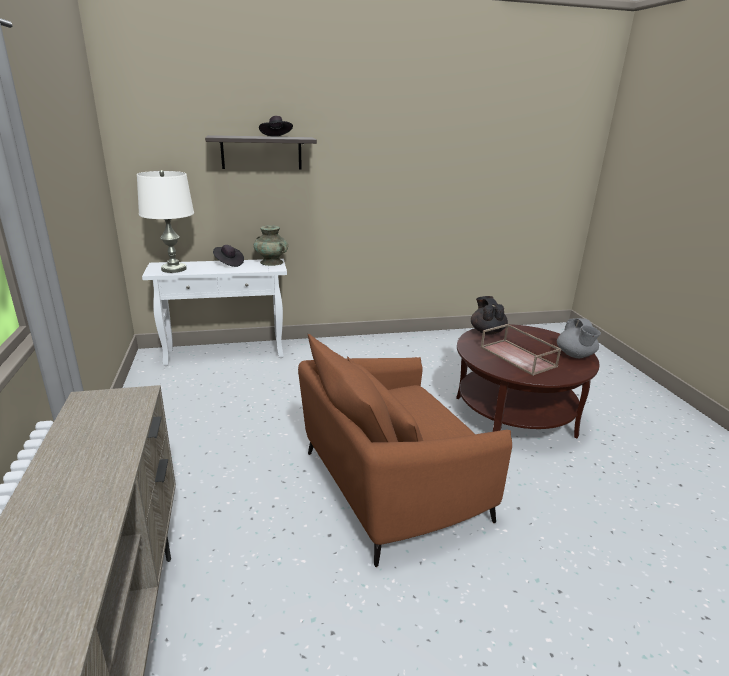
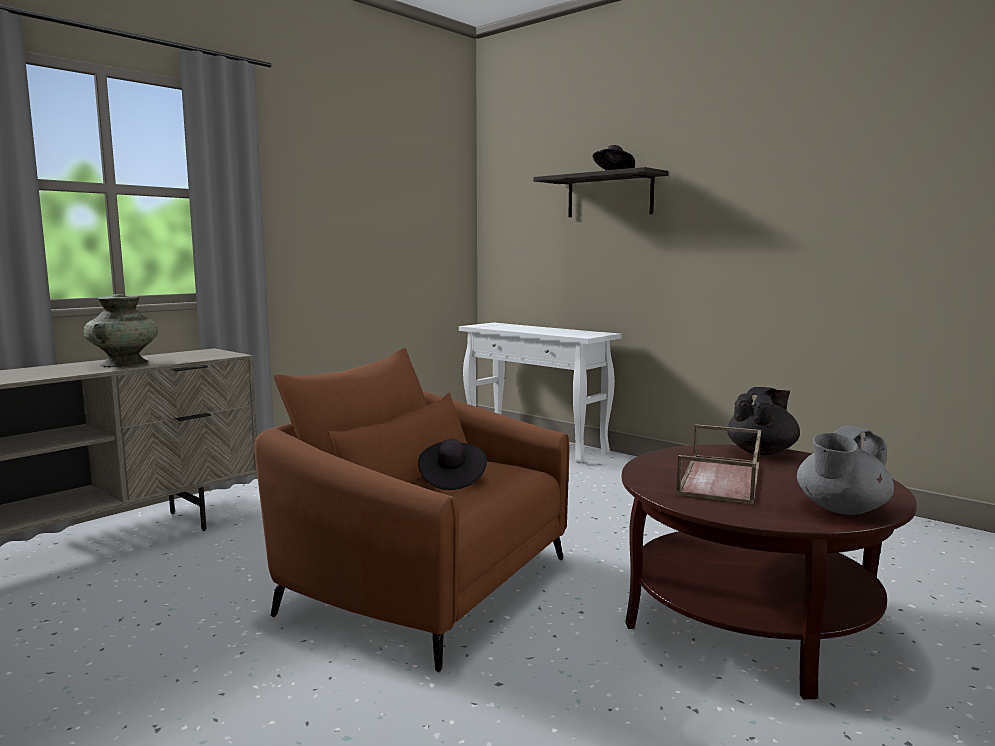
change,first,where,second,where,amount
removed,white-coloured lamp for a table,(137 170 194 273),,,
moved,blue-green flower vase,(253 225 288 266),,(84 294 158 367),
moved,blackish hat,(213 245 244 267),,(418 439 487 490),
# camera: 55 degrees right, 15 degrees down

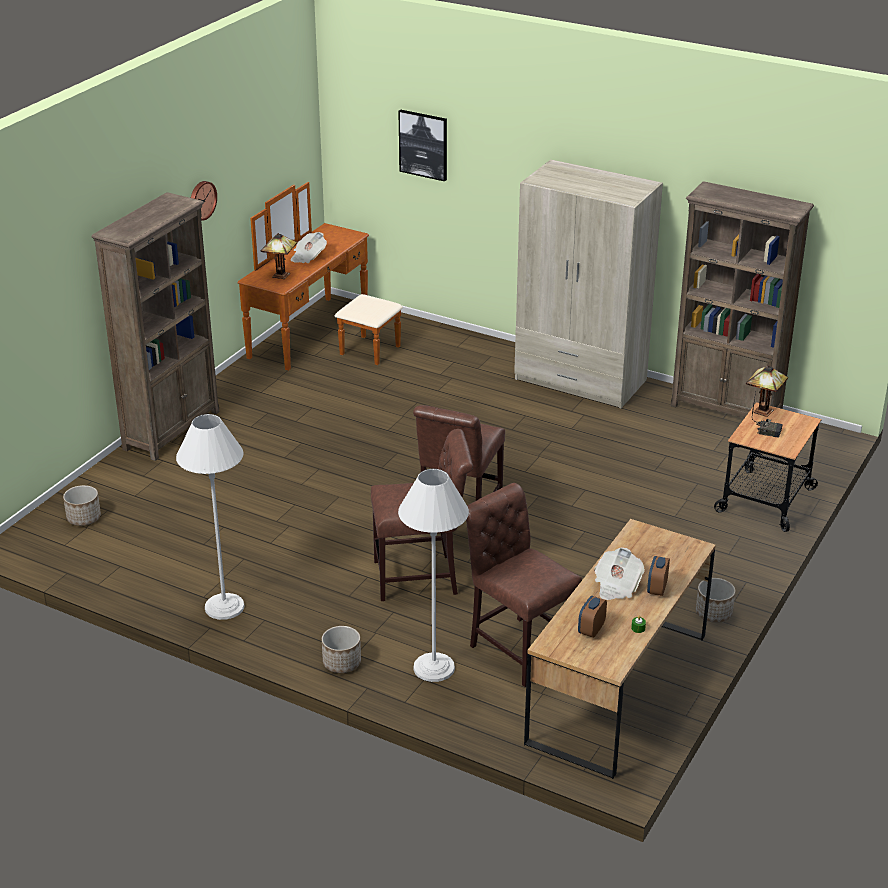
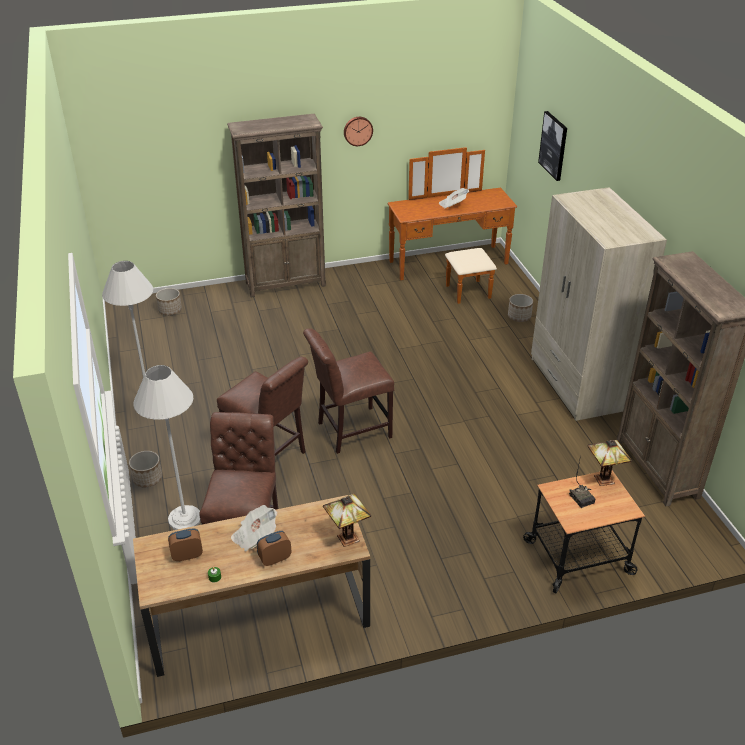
change,first,where,second,where,amount
moved,lamp for a table,(261 233 297 279),,(323 493 371 547),
moved,flower pot,(696 578 735 623),,(508 294 533 322),
# camera: 45 degrees right, 5 degrees up

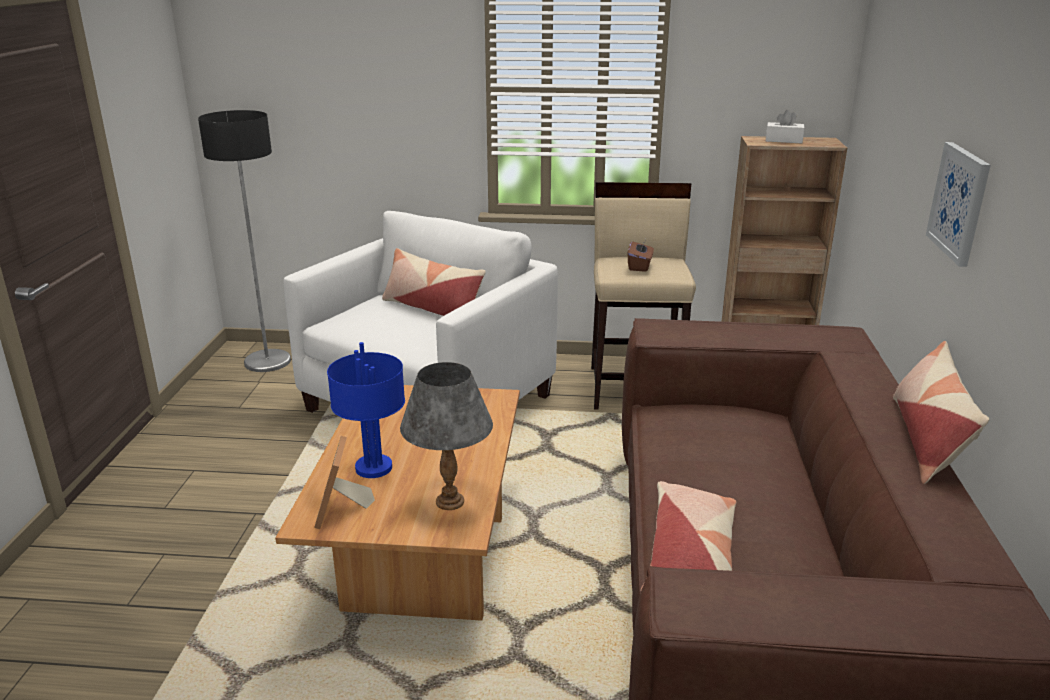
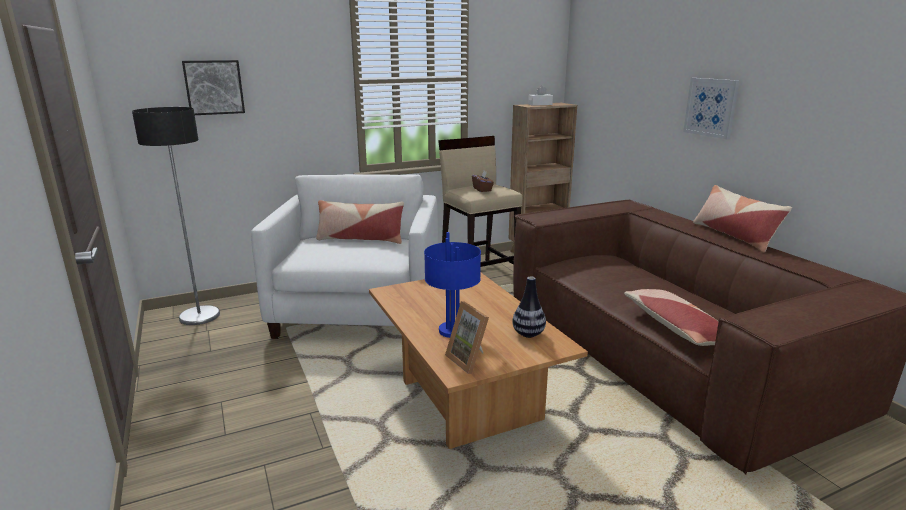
change,first,where,second,where,amount
replaced,greyish lamp for a table,(400 362 493 510),flower vase,(512 276 546 338),
added,,,wall picture,(182 60 245 115),
# camera: 30 degrees left, 5 degrees down

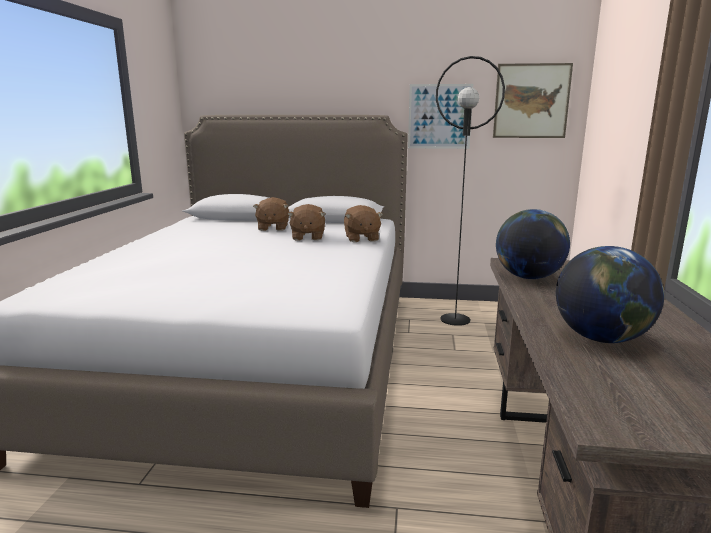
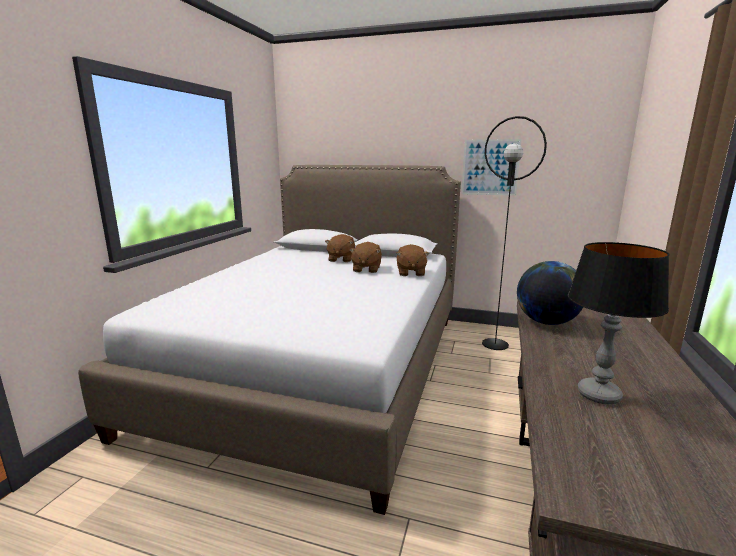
change,first,where,second,where,amount
removed,wall picture,(493 63 573 138),,,
replaced,world globe,(556 246 664 343),lamp for a table,(568 242 669 404),
# camera: 10 degrees right, 0 degrees up

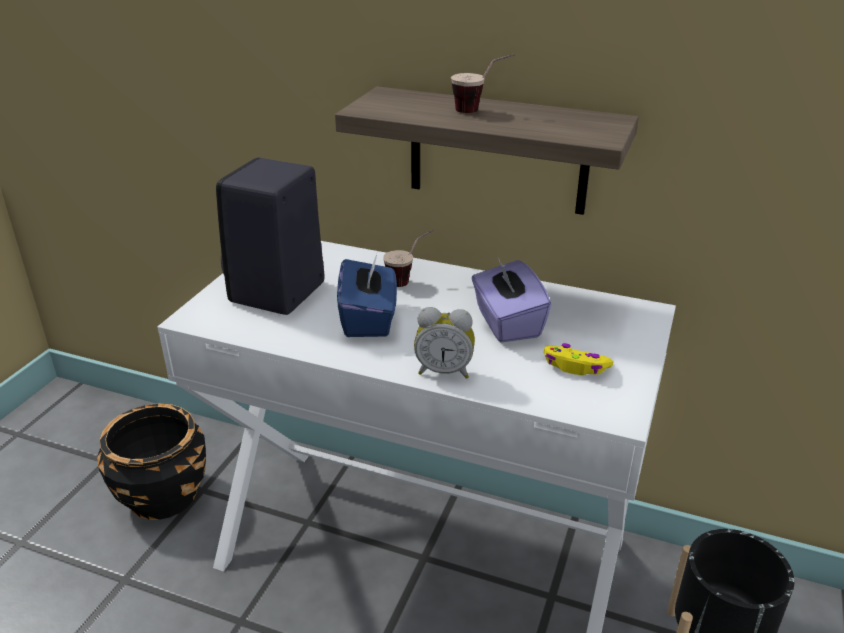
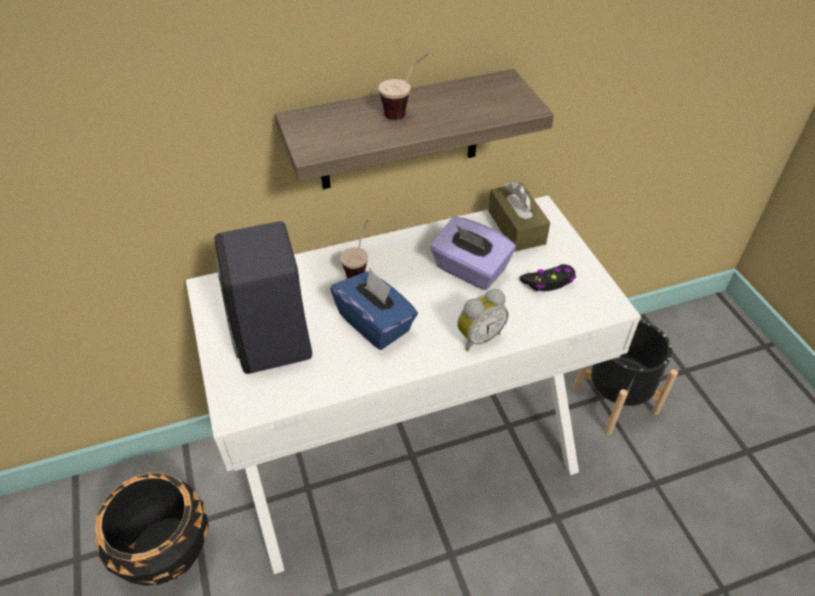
change,first,where,second,where,amount
recoloured,yellowish gamepad,(544 343 614 375),blackish gamepad,(519 264 576 291),
added,,,brown-coloured tissue holder,(488 182 550 252),
# camera: 40 degrees left, 15 degrees up

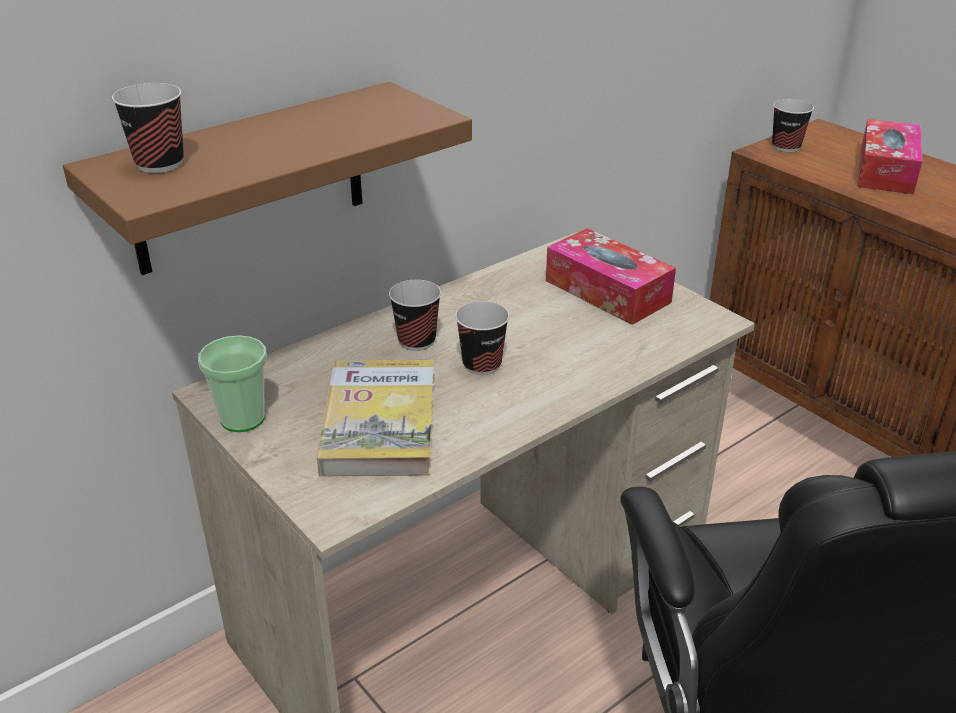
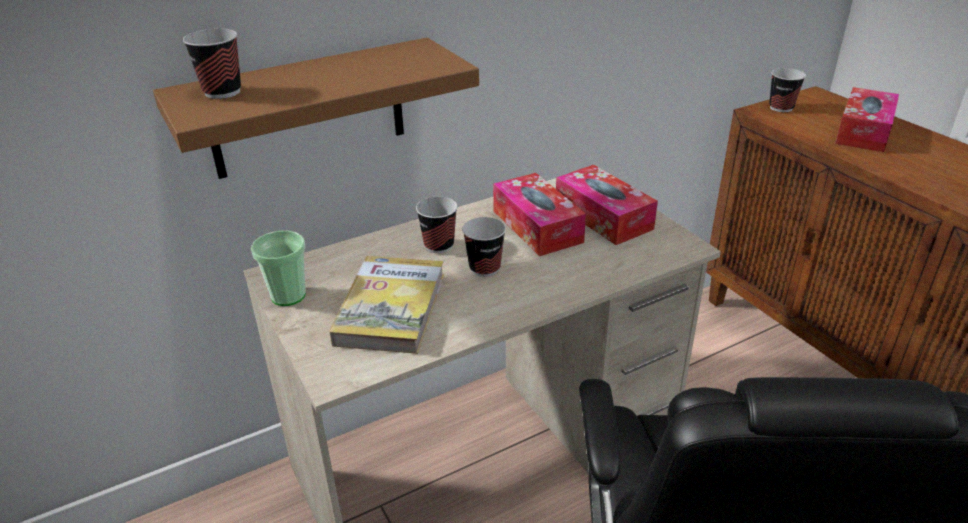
change,first,where,second,where,amount
added,,,tissue holder,(493 173 586 256),
# camera: 10 degrees right, 0 degrees up

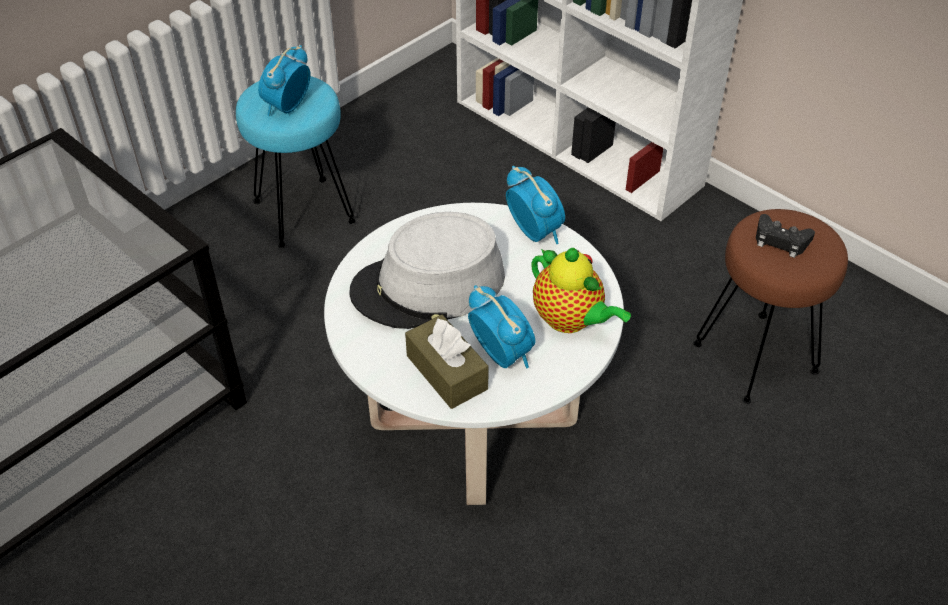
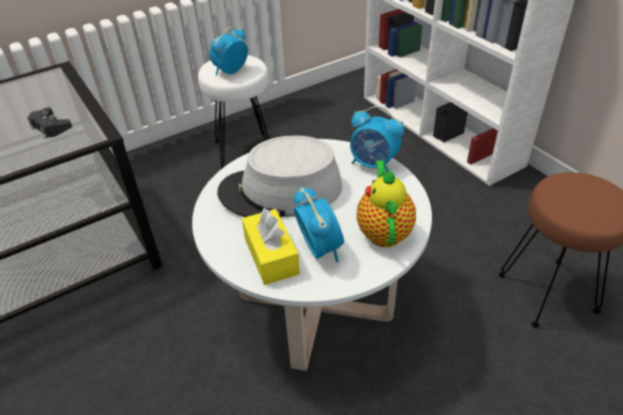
change,first,where,second,where,amount
recoloured,blue-green sitting stool,(236 76 356 248),white-coloured sitting stool,(198 55 269 170),
turned,table clock,(506 166 565 244),,(350 106 404 172),135 degrees clockwise
moved,blackish gamepad,(756 214 815 258),,(27 107 72 139),
turned,tea pot,(531 248 631 333),,(357 160 416 247),150 degrees counterclockwise
recoloured,brown-coloured tissue holder,(405 315 489 409),yellowish tissue holder,(242 208 300 285),
# camera: 15 degrees right, 5 degrees down

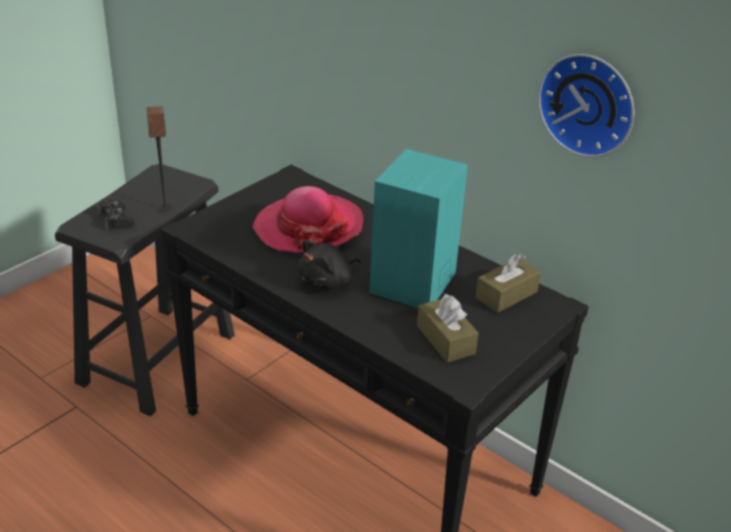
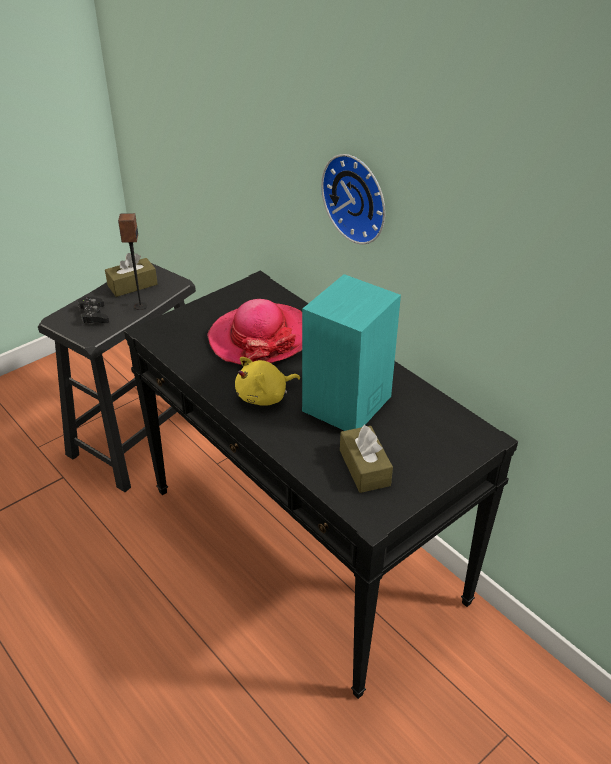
change,first,where,second,where,amount
moved,hanging clock,(538 54 634 157),,(321 154 385 244),
recoloured,blackish soft toy,(298 240 361 289),yellowish soft toy,(235 357 300 406),
moved,brown-coloured tissue holder,(475 254 541 313),,(105 253 158 297),
# camera: 10 degrees right, 5 degrees up

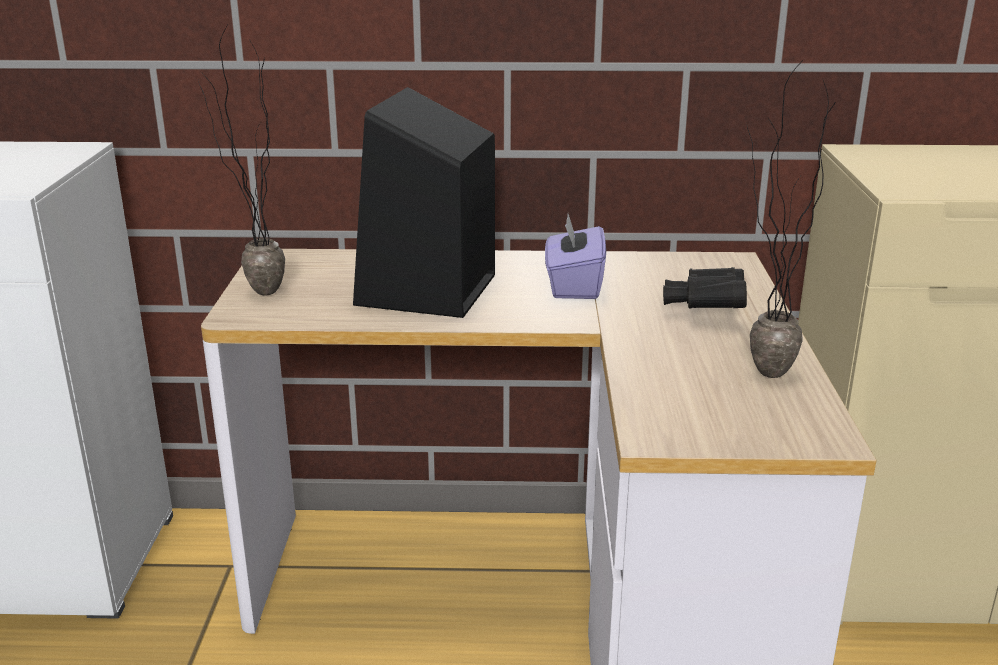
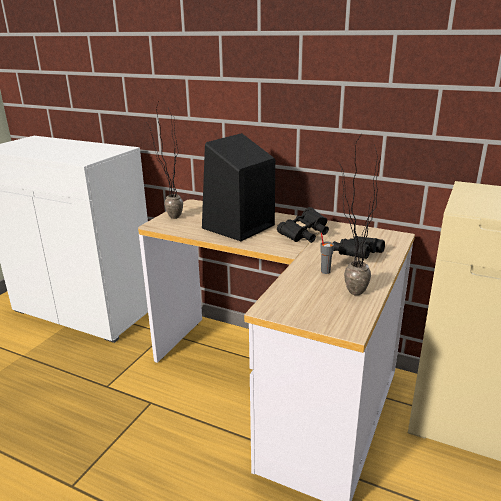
change,first,where,second,where,amount
replaced,purplish tissue holder,(545 214 606 299),blackish field glasses,(277 207 329 243),
added,,,greyish small cup,(321 233 334 274),
# camera: 25 degrees right, 0 degrees up

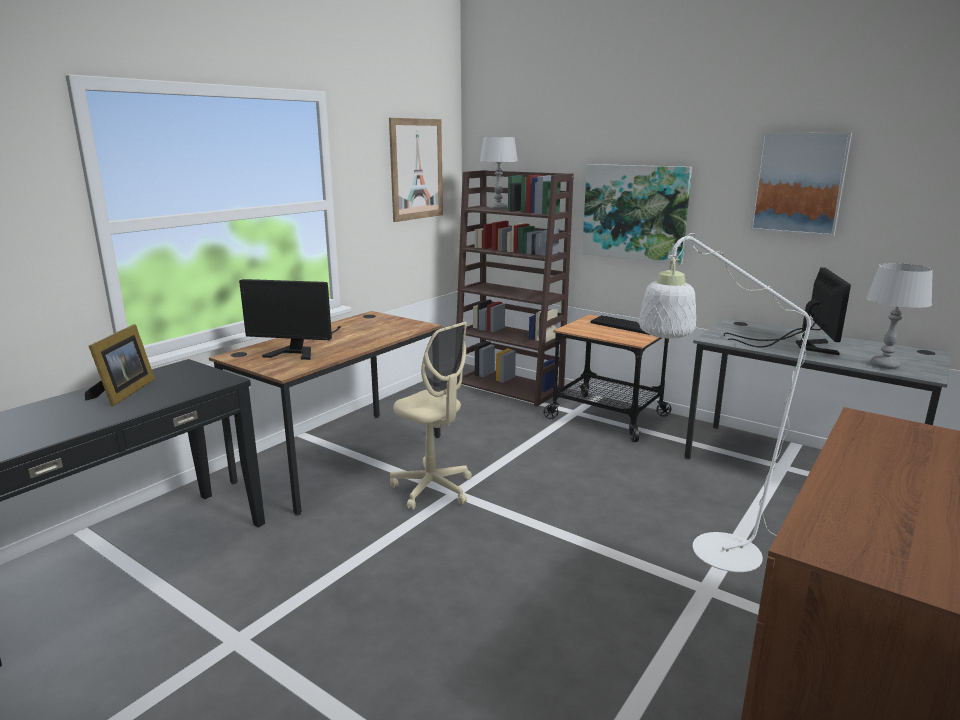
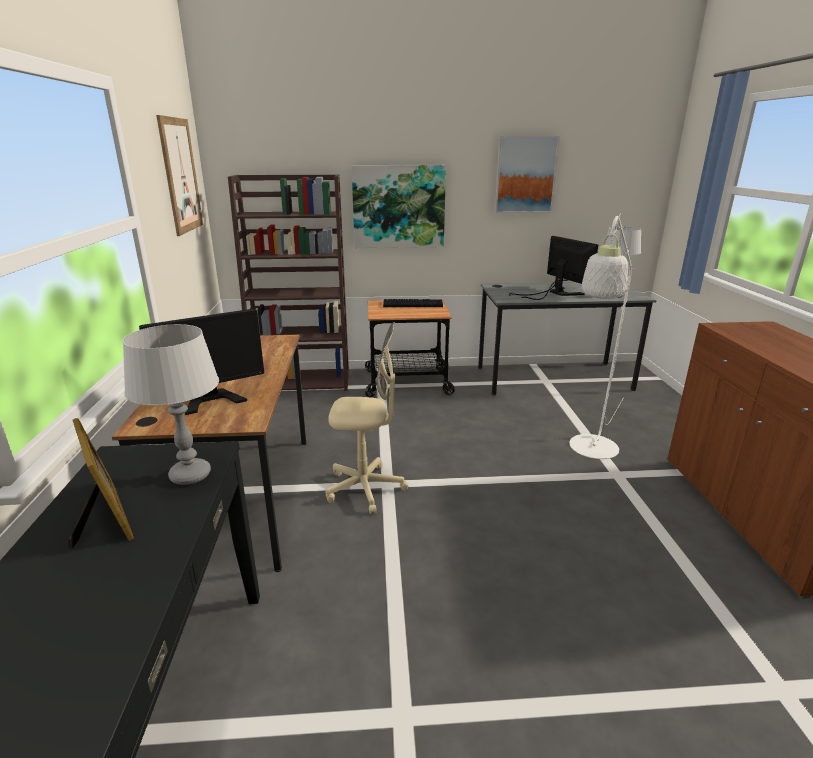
change,first,where,second,where,amount
moved,greyish lamp for a table,(480 137 518 210),,(123 324 219 485),
# camera: 40 degrees left, 5 degrees up

